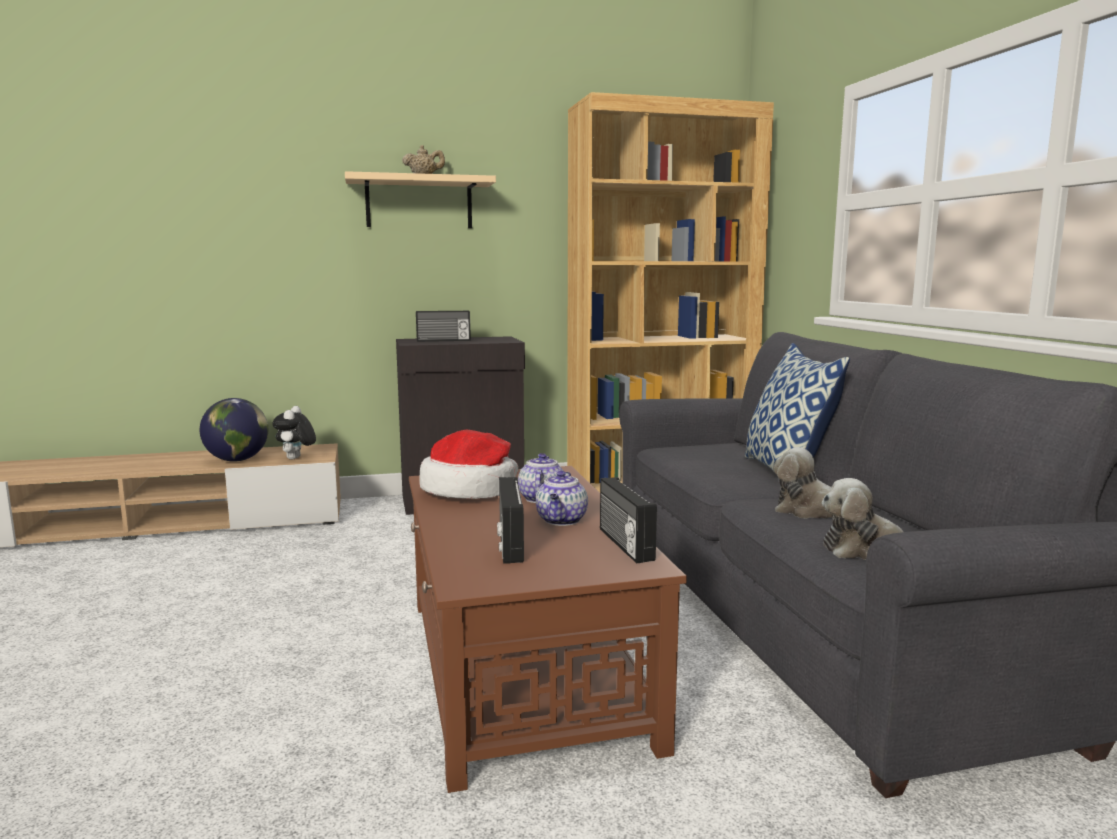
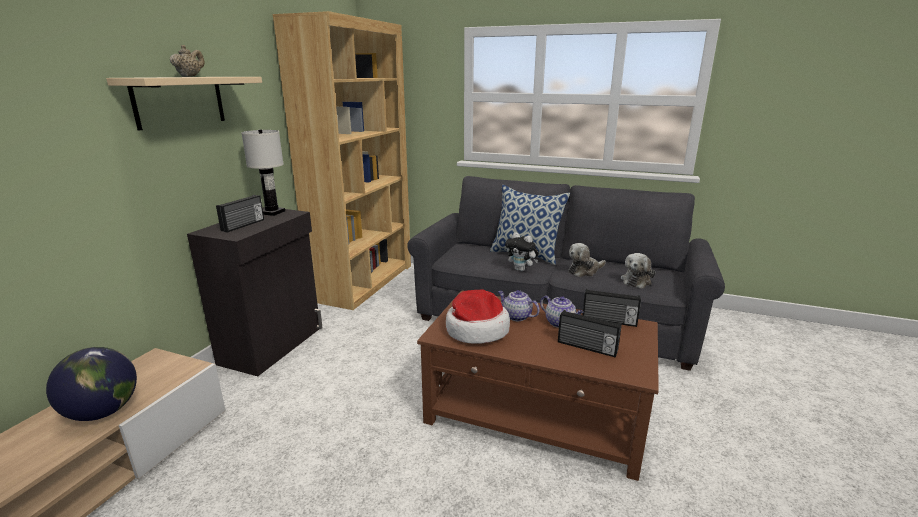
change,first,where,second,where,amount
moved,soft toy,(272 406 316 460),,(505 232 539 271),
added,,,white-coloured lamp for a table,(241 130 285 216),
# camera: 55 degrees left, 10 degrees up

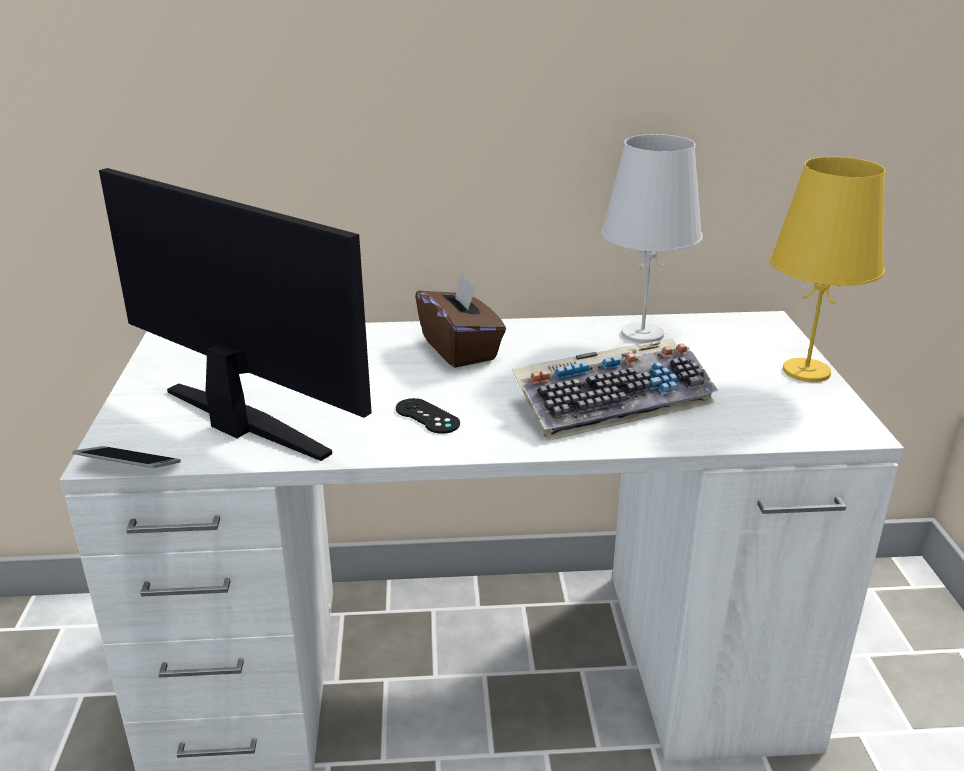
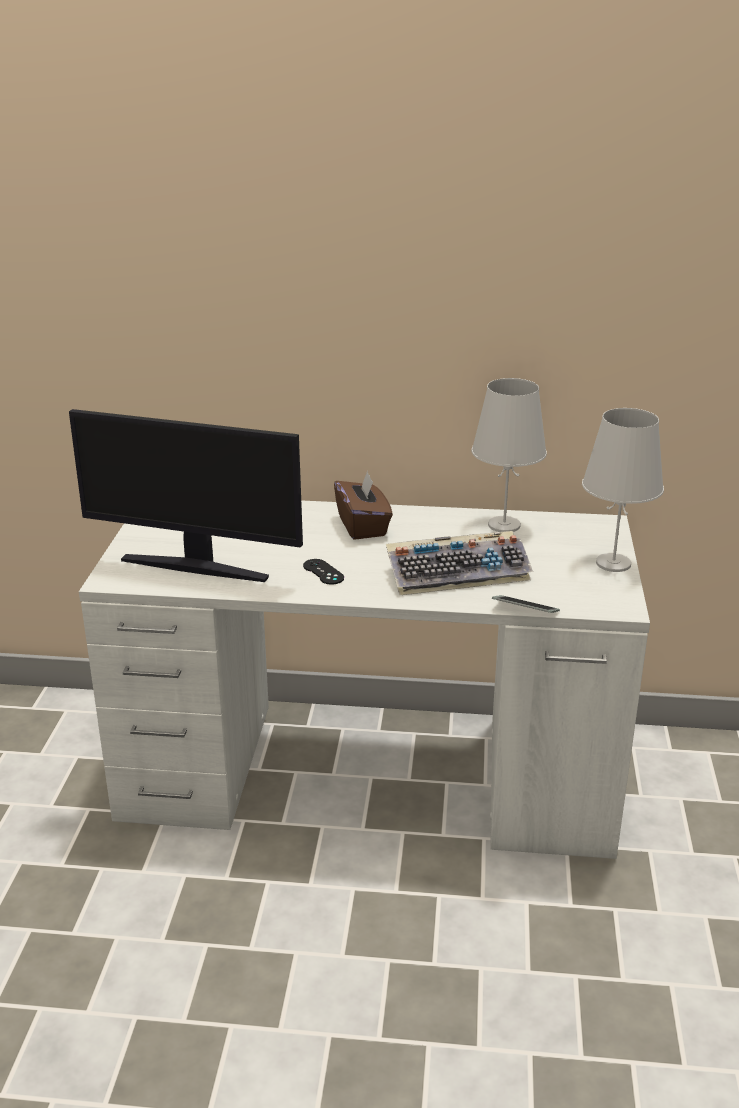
change,first,where,second,where,amount
recoloured,yellowish lamp for a table,(770 157 886 382),white-coloured lamp for a table,(582 408 664 572),
turned,monitor,(99 168 372 461),,(69 409 303 582),150 degrees clockwise
moved,phone,(72 446 181 468),,(492 595 560 613),
# camera: 10 degrees right, 0 degrees up

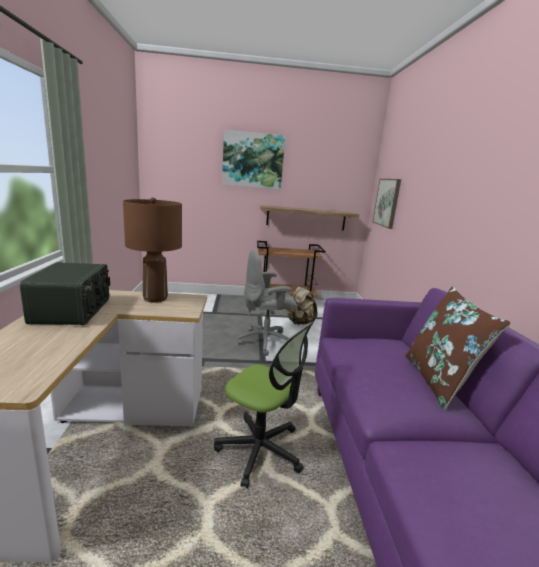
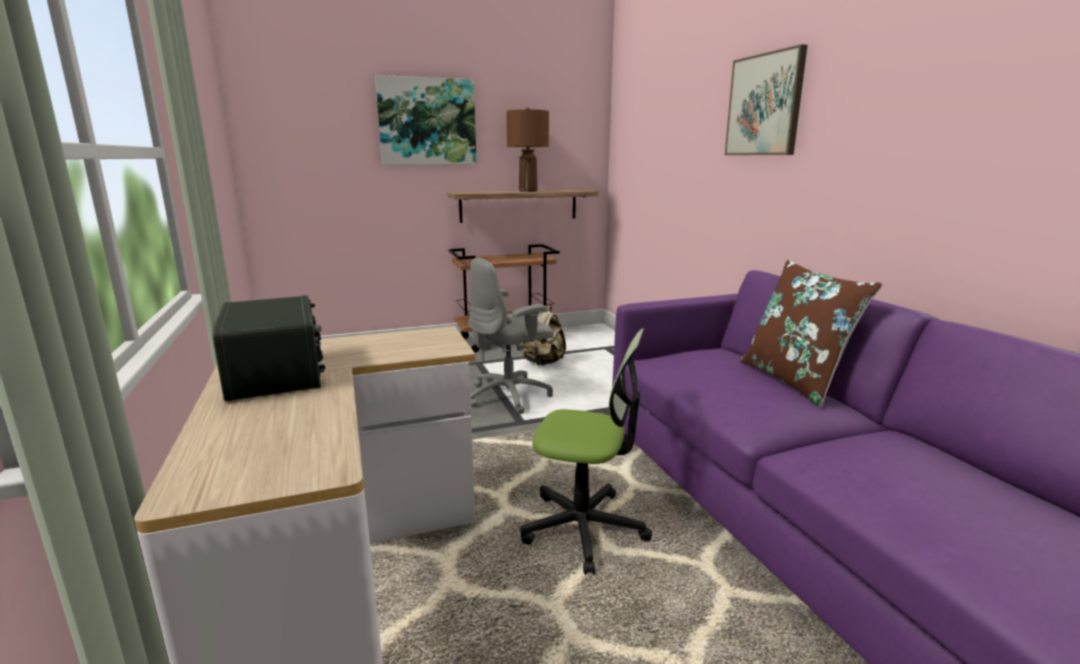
change,first,where,second,where,amount
moved,wall picture,(373 179 401 229),,(725 44 807 155),
moved,brown-coloured lamp for a table,(123 197 182 302),,(506 107 549 192),
# camera: 15 degrees left, 0 degrees up

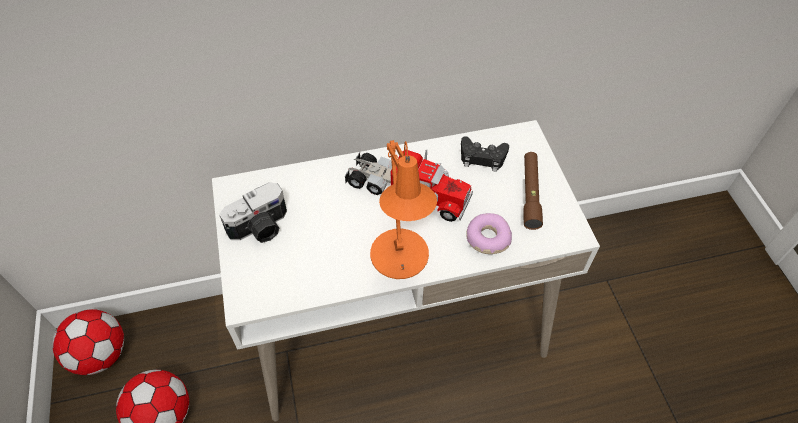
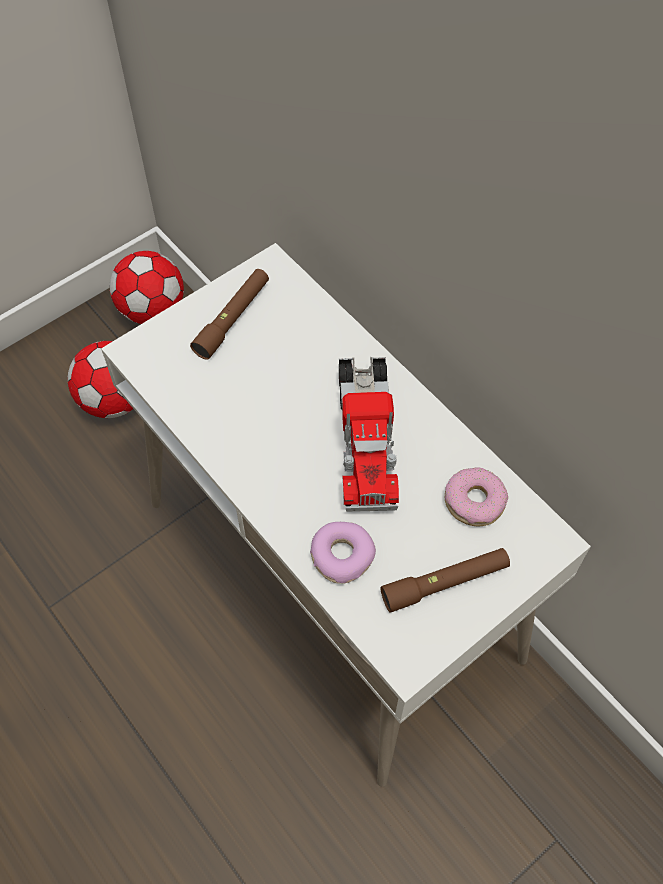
change,first,where,second,where,amount
replaced,blackish gamepad,(461 136 509 172),ring doughnut,(445 467 508 526),
removed,orange-coloured lamp for a table,(370 140 437 279),,,
replaced,still camera,(219 183 287 243),brown-coloured torch,(190 269 269 360),
# camera: 65 degrees right, 5 degrees up

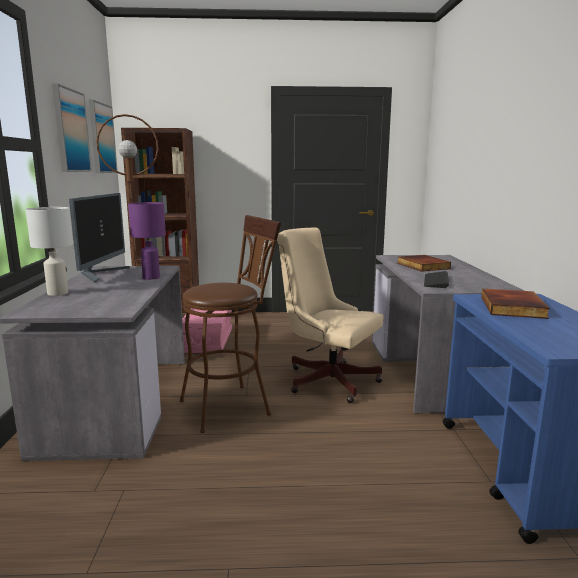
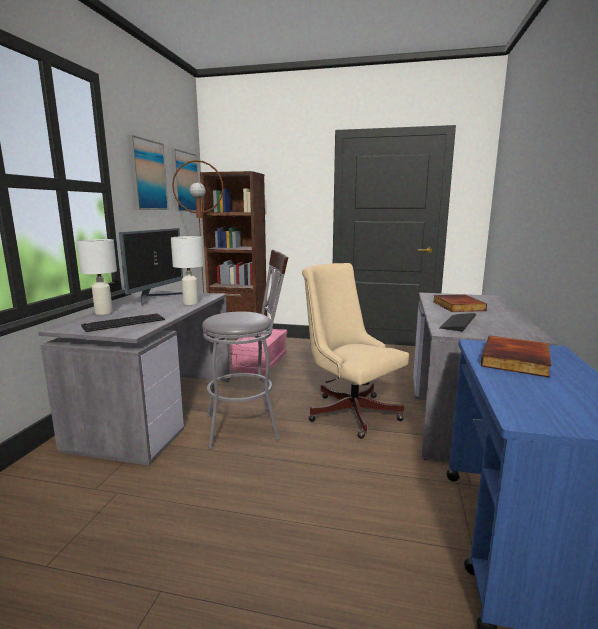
change,first,where,second,where,amount
recoloured,purplish lamp for a table,(128 202 166 280),white-coloured lamp for a table,(171 236 204 305),
recoloured,brown-coloured sitting stool,(180 215 281 433),greyish sitting stool,(202 250 288 449),
added,,,computer keyboard,(81 313 165 332),
# camera: 15 degrees right, 0 degrees up

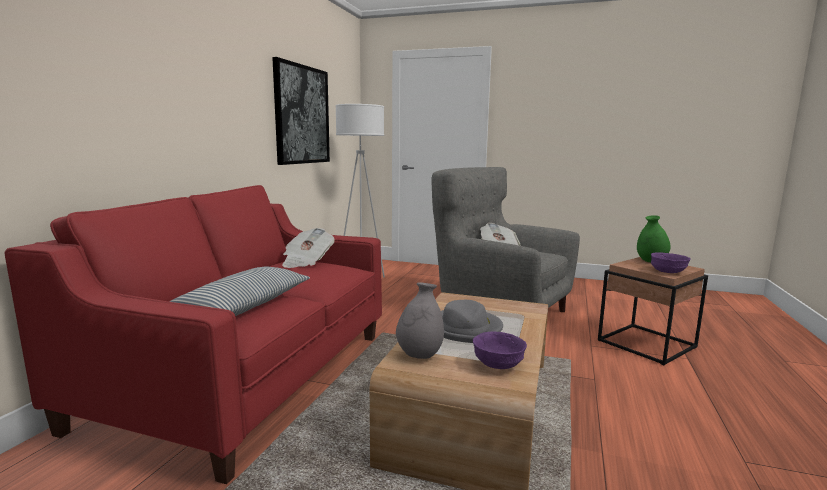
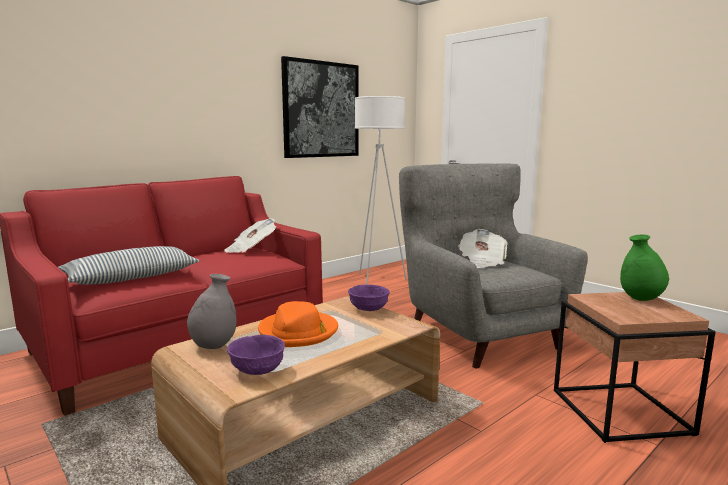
change,first,where,second,where,amount
moved,purplish bowl,(651 252 691 273),,(348 284 390 311),
recoloured,greyish hat,(441 300 503 343),orange-coloured hat,(258 301 338 347),
# camera: 30 degrees right, 0 degrees up

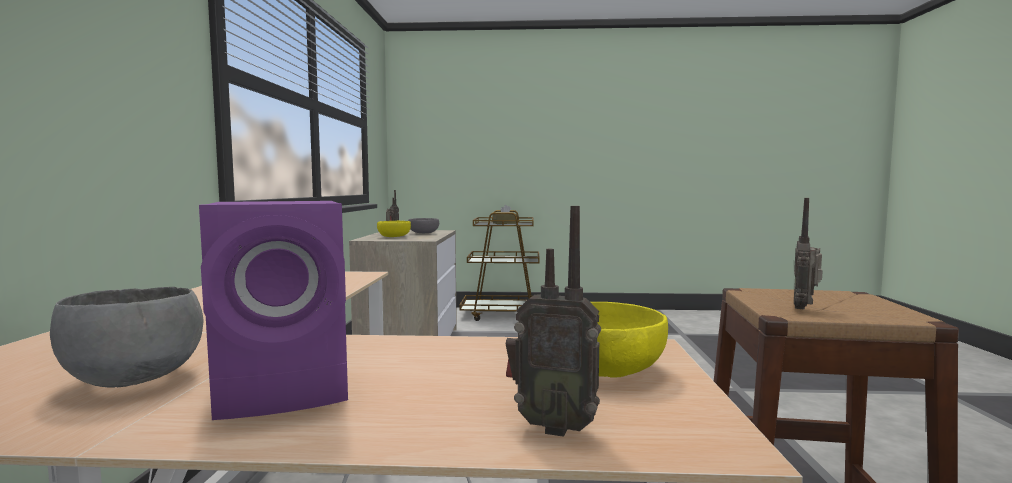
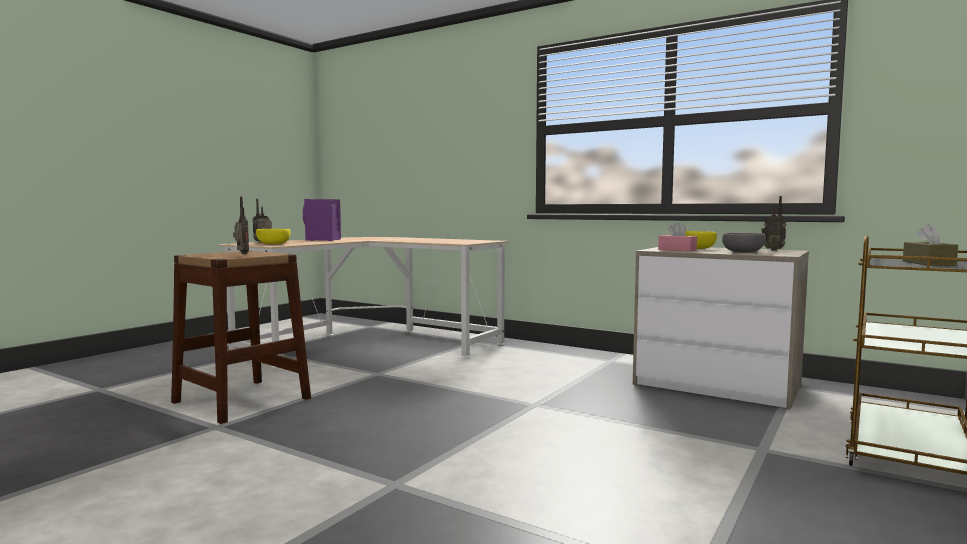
change,first,where,second,where,amount
removed,greyish bowl,(50 287 203 388),,,
added,,,pink tissue holder,(658 222 697 252),
# camera: 120 degrees right, 0 degrees up

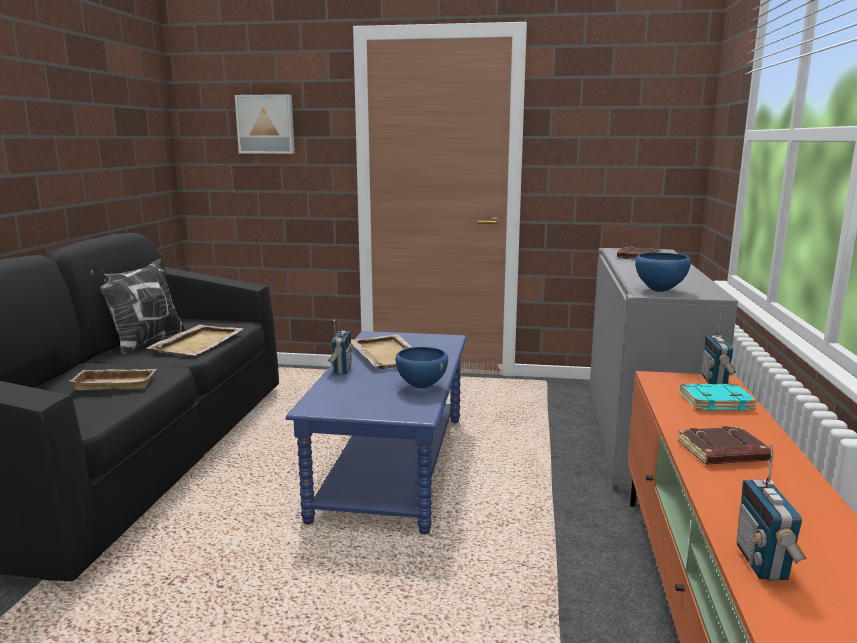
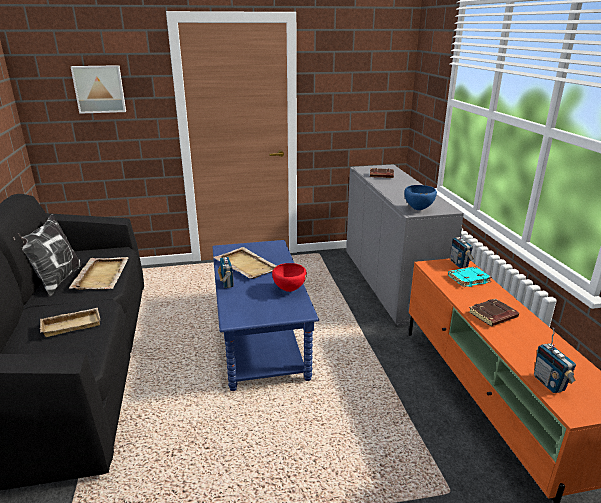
change,first,where,second,where,amount
recoloured,bluish bowl,(396 347 448 389),red-coloured bowl,(272 263 307 292),
# camera: 20 degrees left, 10 degrees up

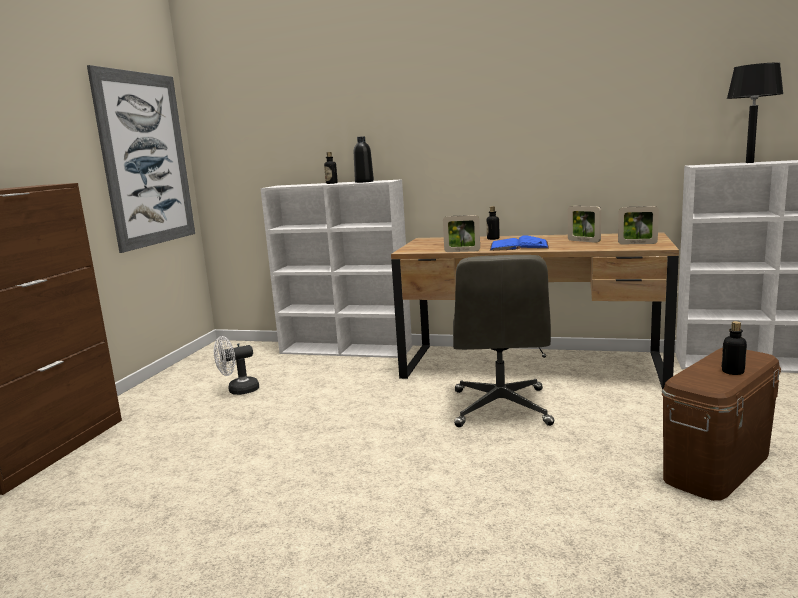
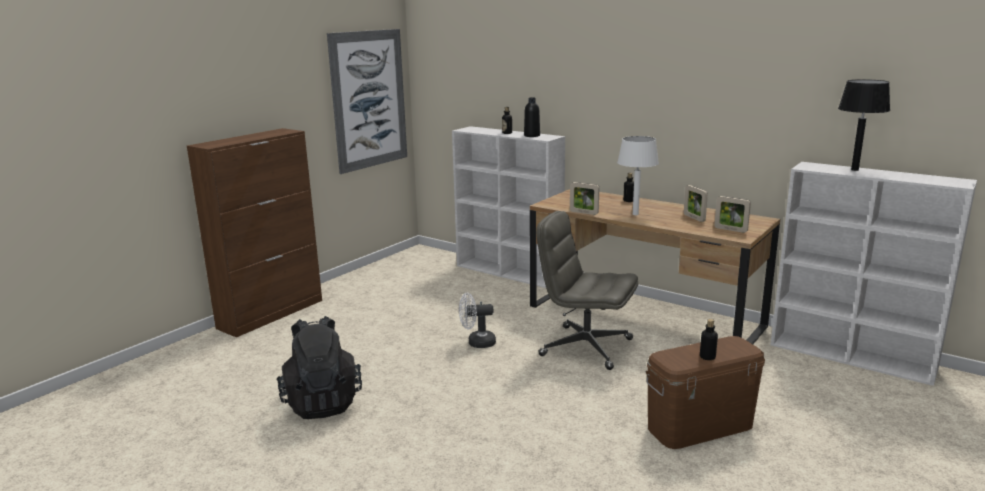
change,first,where,second,where,amount
replaced,bluish volume,(490 235 549 251),white-coloured lamp for a table,(617 136 659 215),
turned,greyish desk chair,(453 255 554 427),,(536 211 638 370),90 degrees clockwise
moved,white-coloured electric fan,(214 336 259 395),,(459 293 496 348),
added,,,blackish knapsack,(277 316 362 419),
# camera: 20 degrees right, 5 degrees up

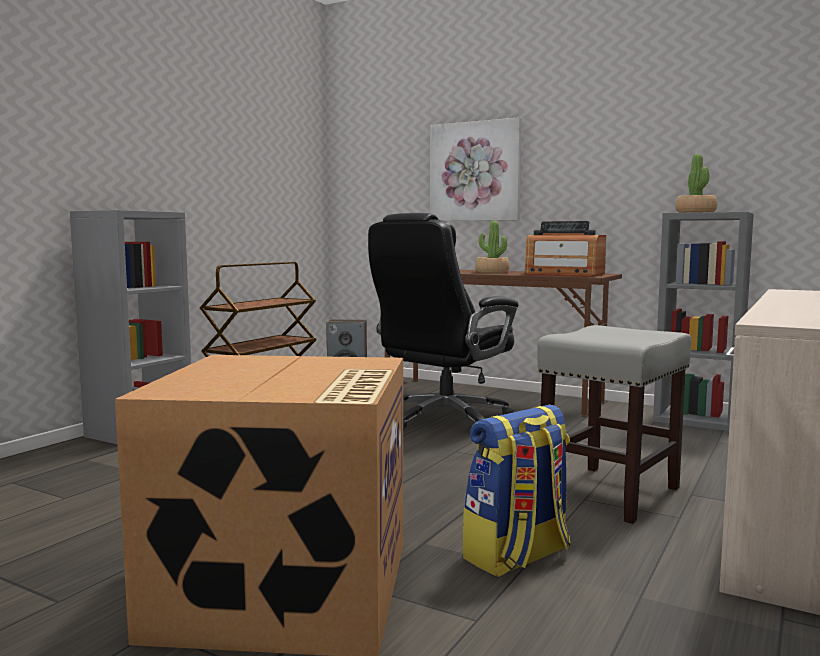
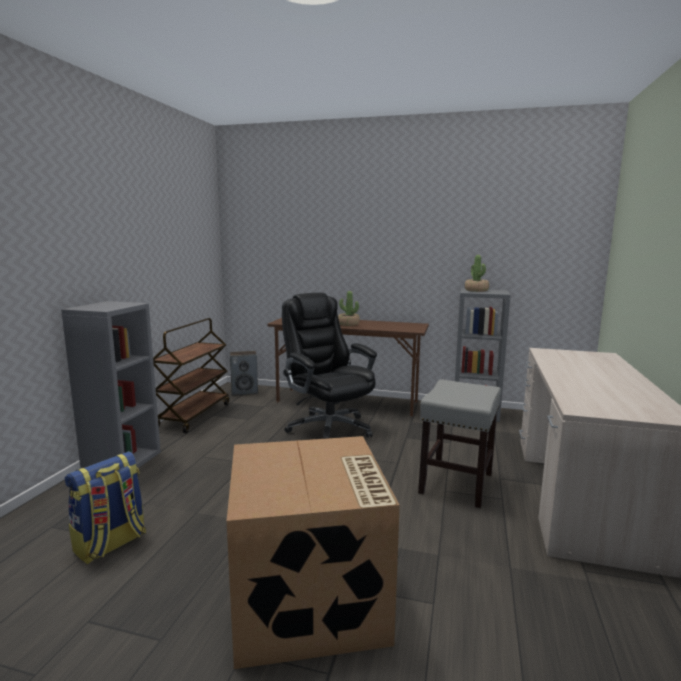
change,first,where,second,where,amount
removed,wall picture,(430 117 522 221),,,
turned,blackish desk chair,(368 213 519 430),,(282 293 377 439),120 degrees clockwise
removed,radio set,(525 221 606 277),,,
moved,knapsack,(463 405 570 577),,(65 451 146 564),
# camera: 15 degrees left, 5 degrees up

